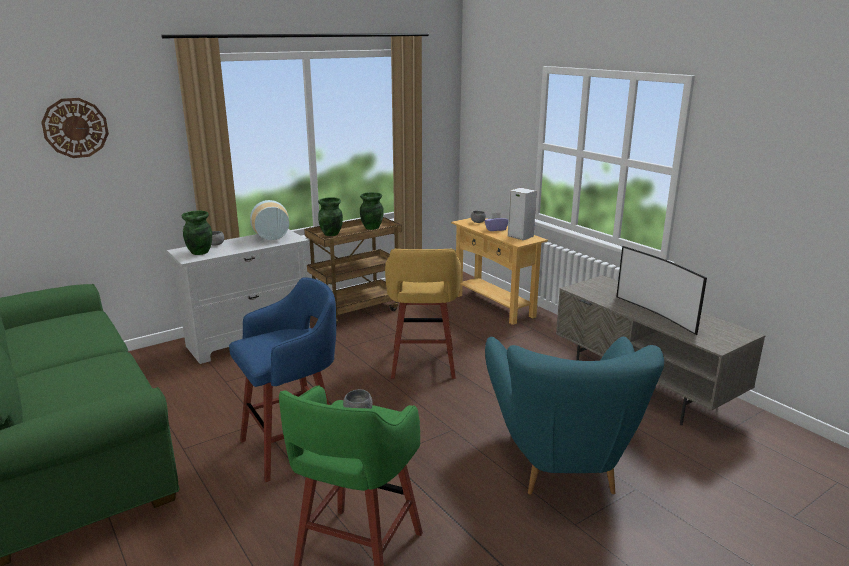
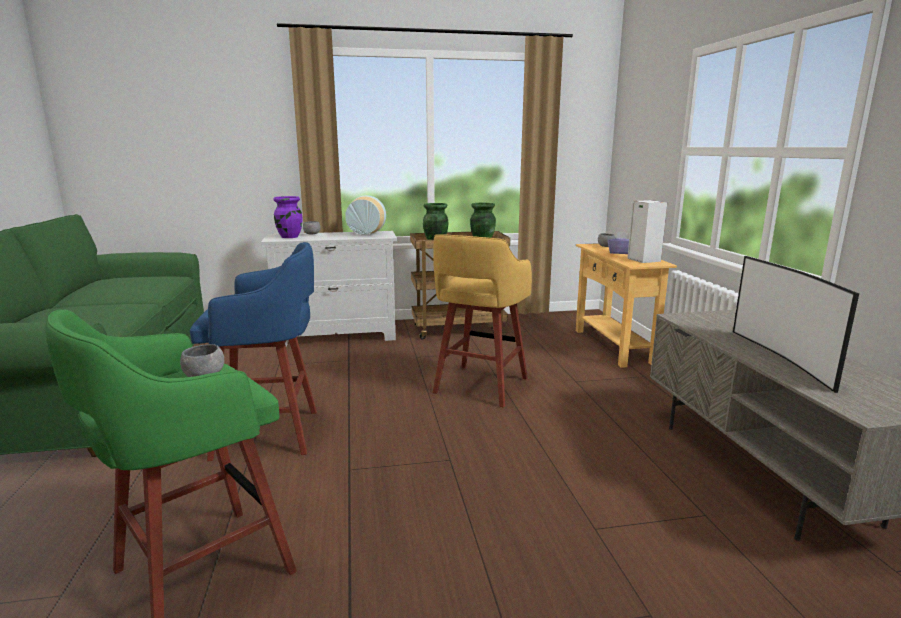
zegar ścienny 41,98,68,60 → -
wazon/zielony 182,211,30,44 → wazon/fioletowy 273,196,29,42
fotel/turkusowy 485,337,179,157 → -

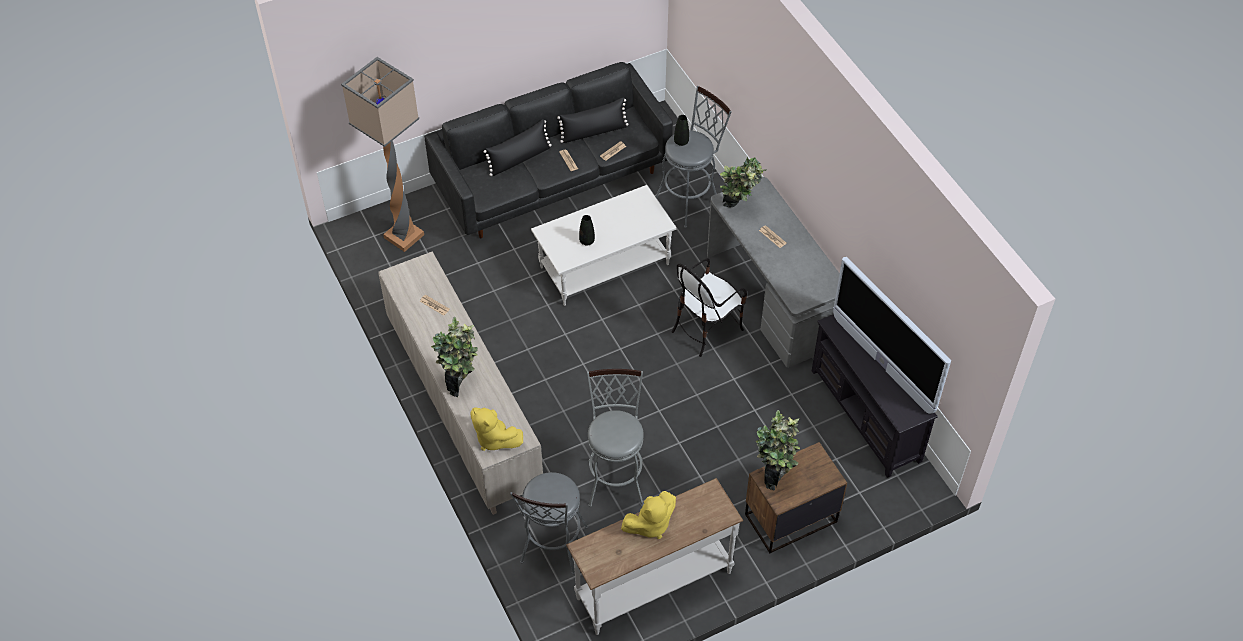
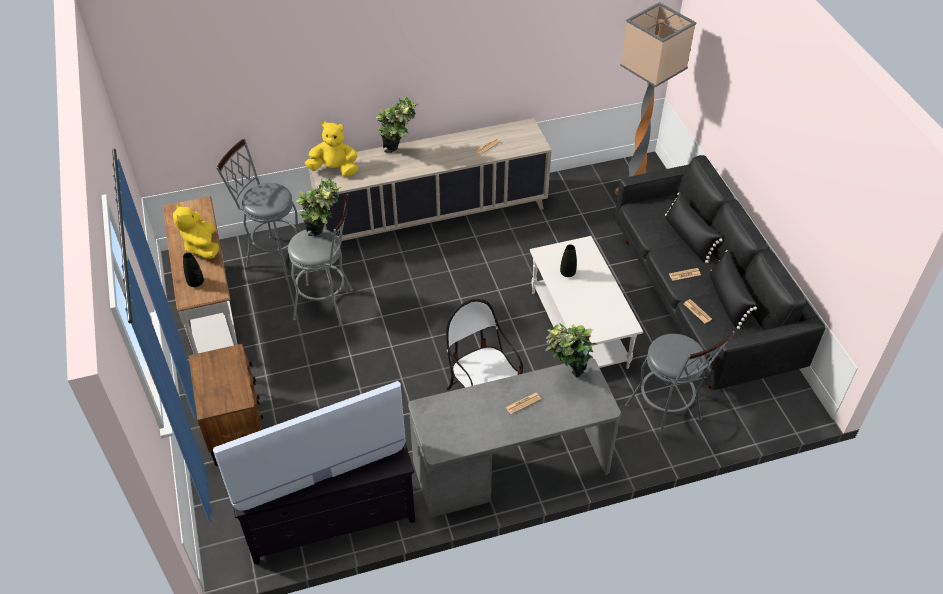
pluszak/żółty 470,407,53,44 → pluszak/żółty 305,121,53,56, 45 degrees clockwise
wazon/czarny 674,115,15,31 → wazon/czarny 183,253,21,34, relocated
roślina doniczkowa 756,410,44,81 → roślina doniczkowa 296,178,45,58, relocated

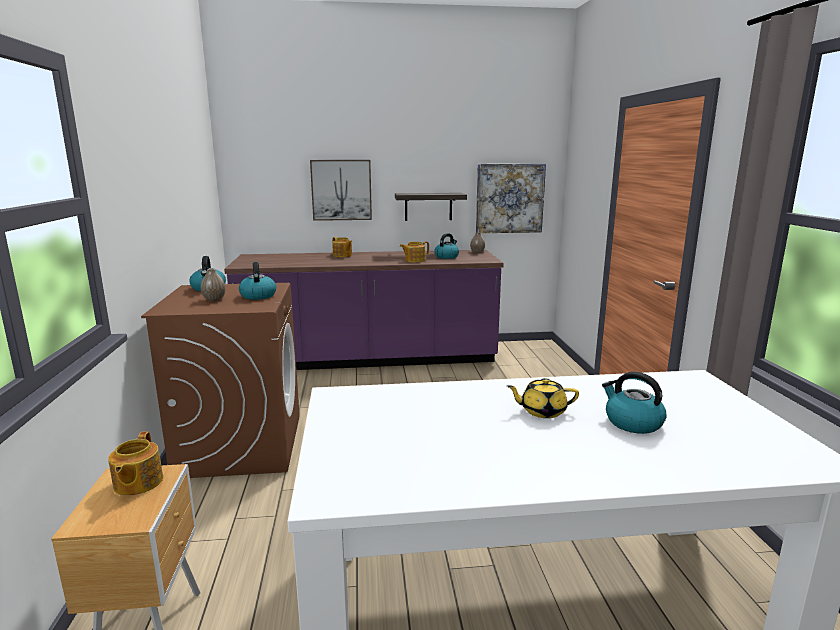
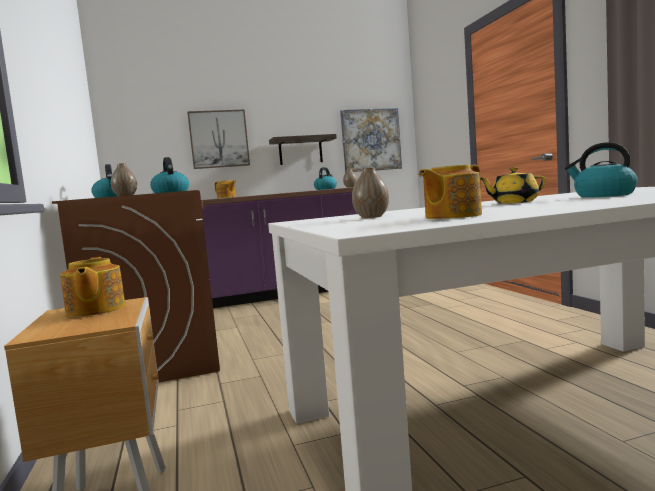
imbryk 400,242,29,21 → imbryk 419,165,63,54, relocated
- → wazon 352,168,37,50

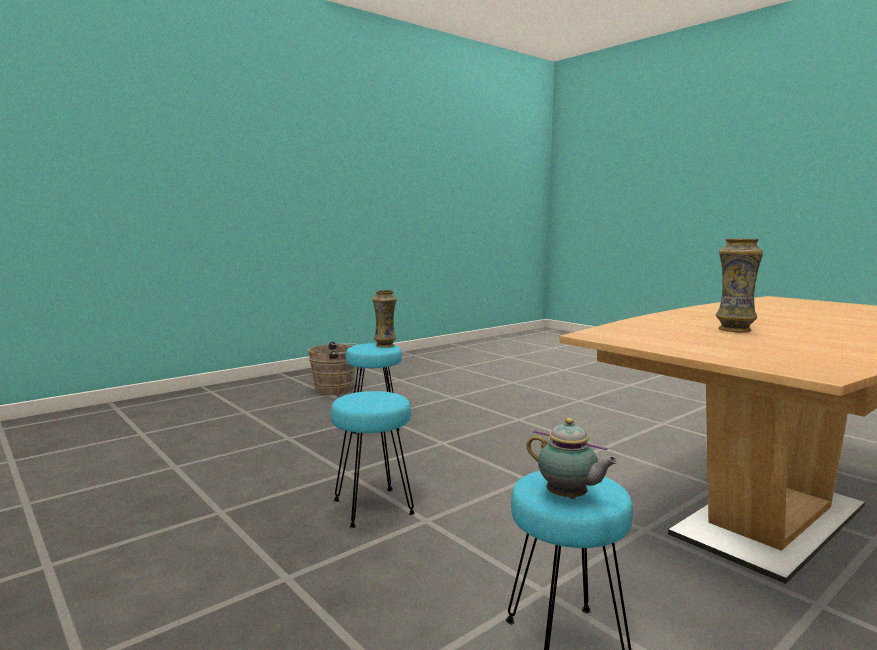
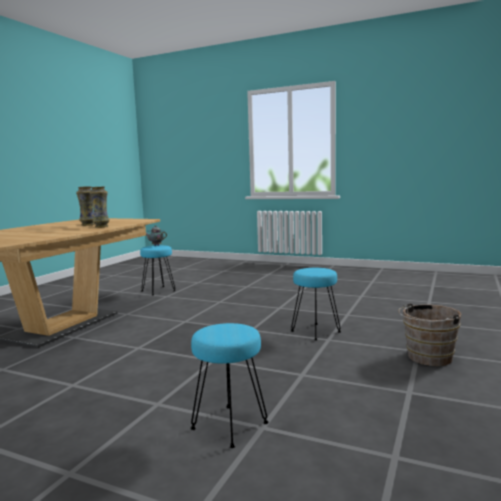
stołek/turkusowy 331,391,84,137 → stołek/turkusowy 191,323,78,125, relocated
wazon 372,290,25,58 → wazon 89,187,21,41, relocated

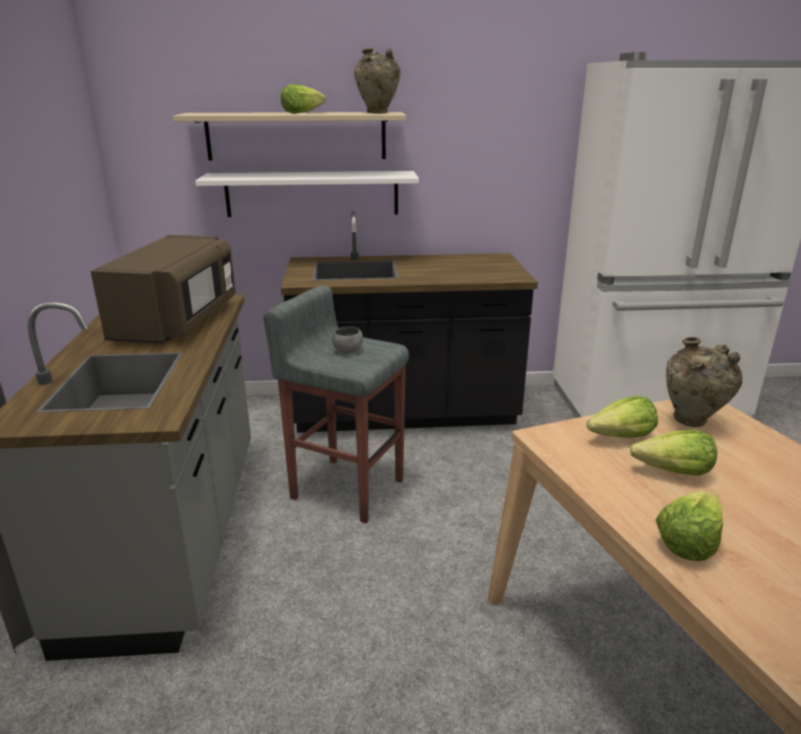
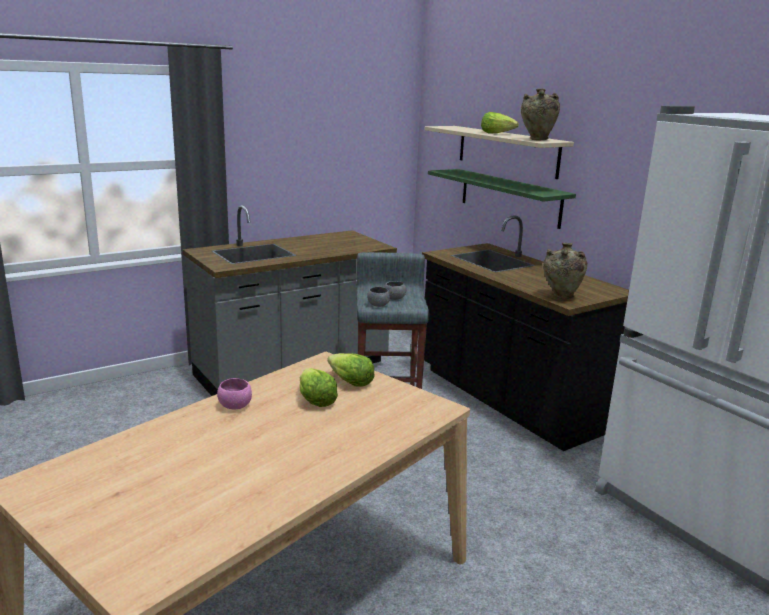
mikrofalówka/brązowy 91,235,145,108 → -
półka/biały 195,171,224,46 → półka/zielony 428,169,148,60
sałata 656,491,67,70 → miska/różowy 217,378,35,31
wazon/beżowy 666,337,76,90 → wazon/beżowy 543,243,45,57, relocated
- → miska/szary 367,287,23,20

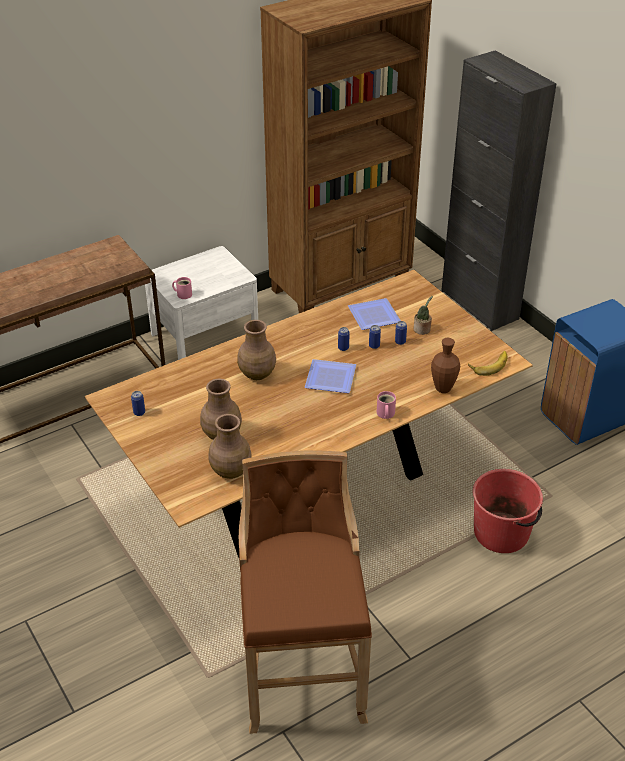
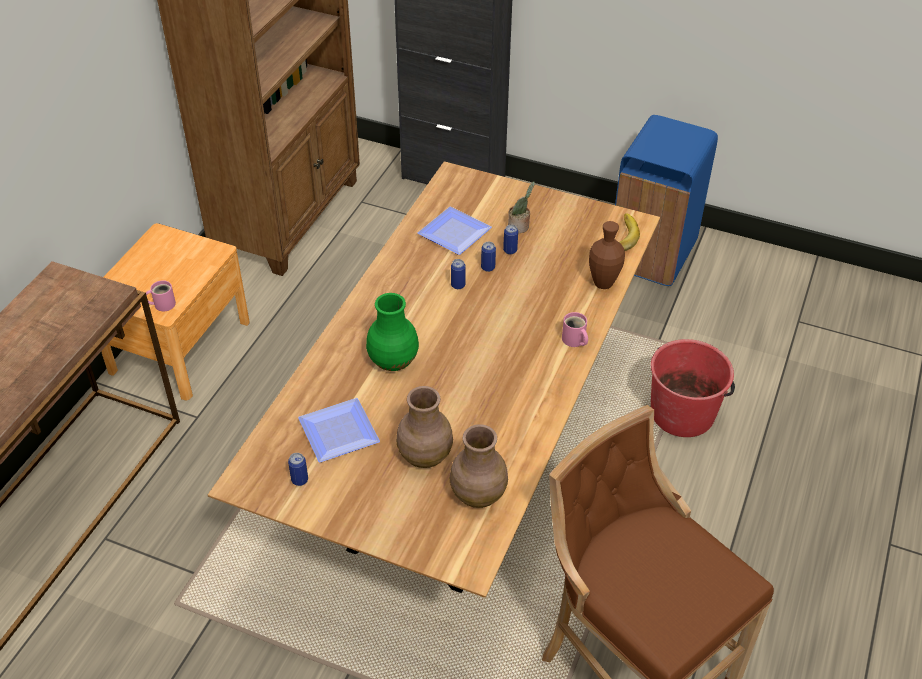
szafka nocna/biały 145,246,113,114 → szafka nocna/brązowy 101,223,149,177
wazon/brązowy 237,320,39,60 → wazon/zielony 366,293,53,78
talerz 305,359,51,34 → talerz 298,398,82,64, relocated

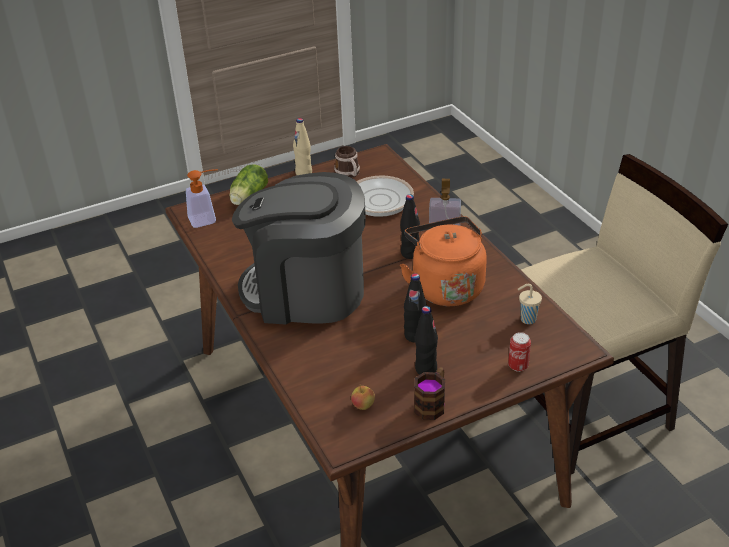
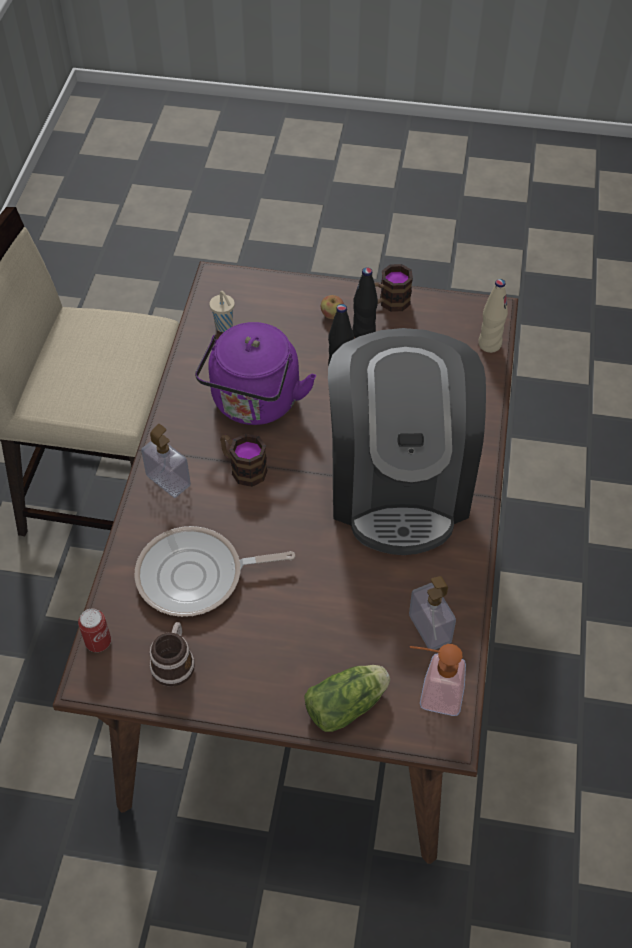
ekspres do kawy 232,172,134,153 → ekspres do kawy 328,328,158,227, 45 degrees clockwise
butelka/beżowy 293,118,19,57 → butelka/beżowy 479,279,29,74, relocated
jabłko 351,385,24,25 → jabłko 321,295,23,24, relocated
butelka/czarny 400,194,20,65 → kubek 220,434,48,53
czajnik/pomarańczowy 400,216,87,90 → czajnik/fioletowy 195,322,121,103
puszka 508,332,23,40 → puszka 78,609,33,43, relocated
- → dozownik mydła 409,576,47,74

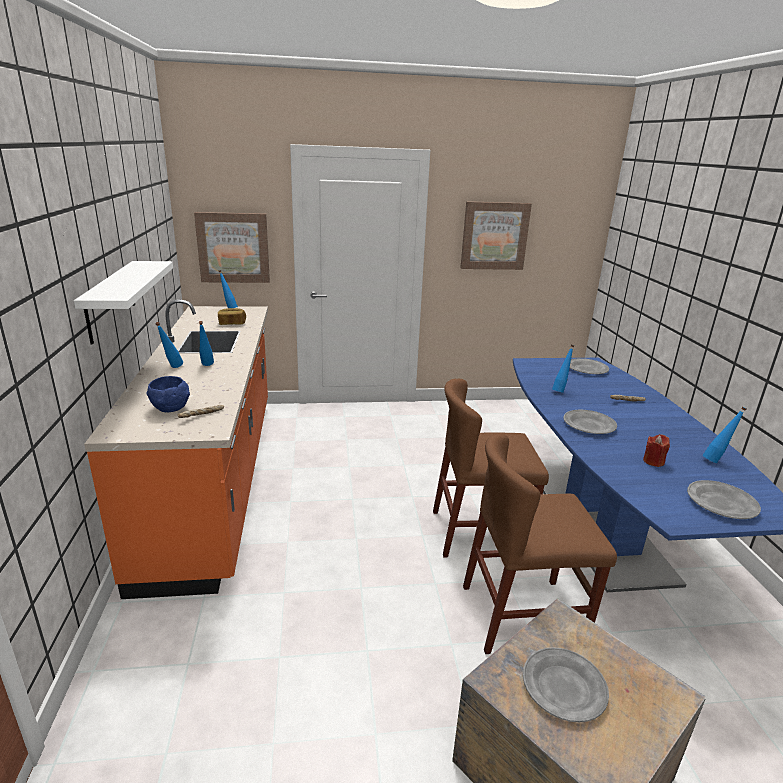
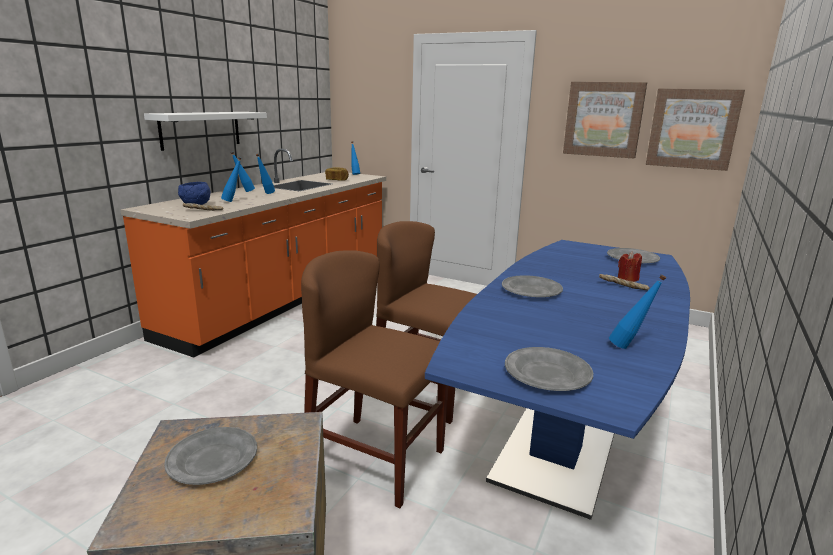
obraz 194,212,76,71 → obraz 646,89,99,82, relocated
butelka/niebieski 552,345,22,48 → butelka/niebieski 221,157,21,45, relocated
świeca/czerwony 643,434,27,33 → świeca/czerwony 617,252,25,30, relocated

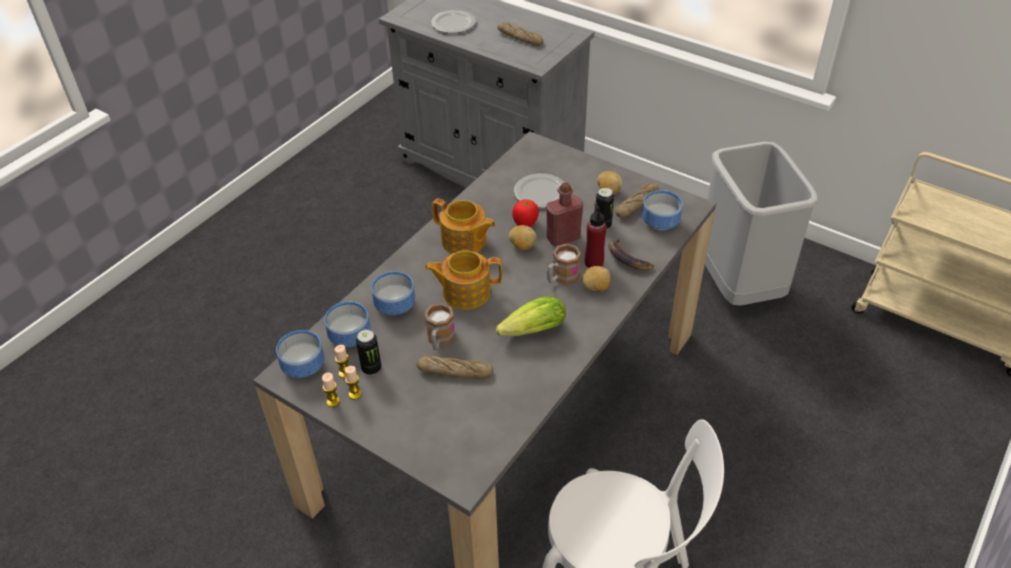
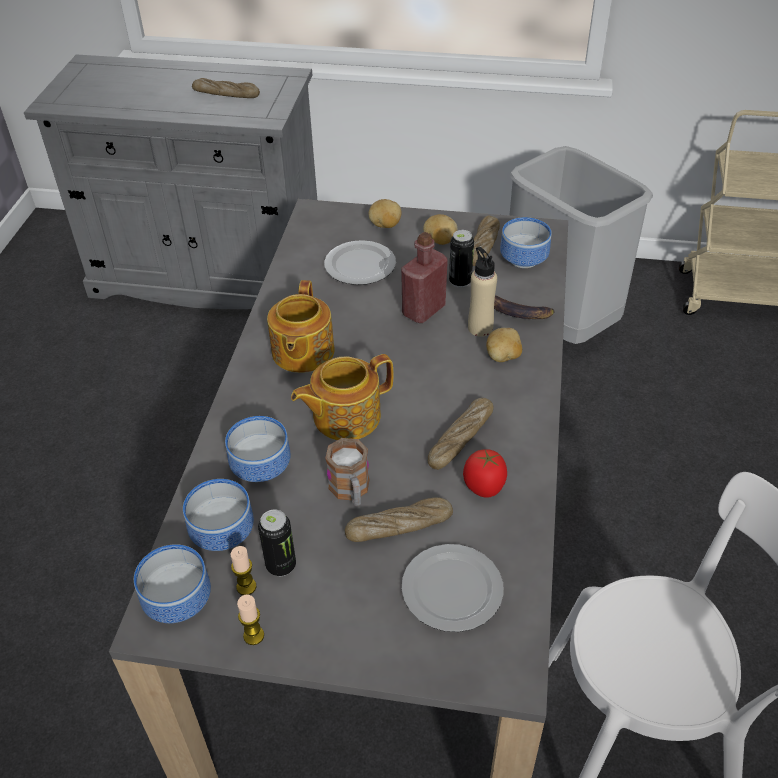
świeca 345,366,17,34 → -
talerz 431,10,45,23 → talerz 402,544,102,88, relocated
imbryk 432,198,64,56 → imbryk 267,280,68,93, 90 degrees clockwise
sałata 496,296,70,40 → chleb 428,398,65,72
ziemniak 509,225,27,25 → ziemniak 369,199,32,29, relocated
pomidor 512,199,27,28 → pomidor 463,449,44,49, relocated
kubek 547,244,34,41 → -
butelka/czerwony 585,204,22,64 → butelka/beżowy 468,247,29,90

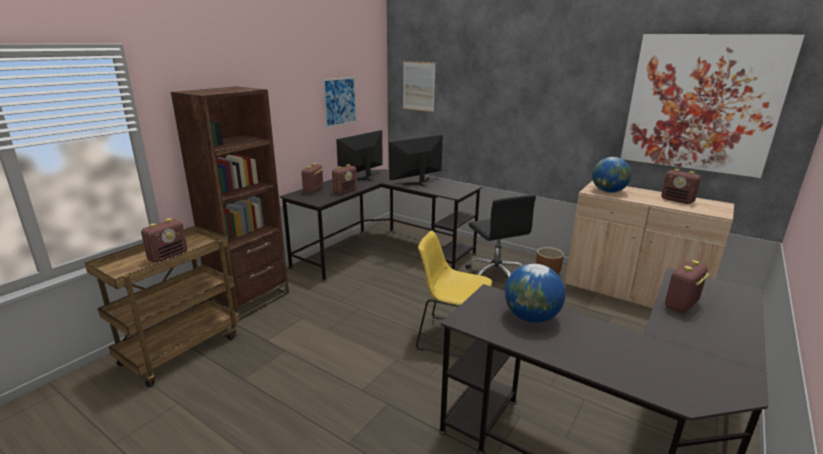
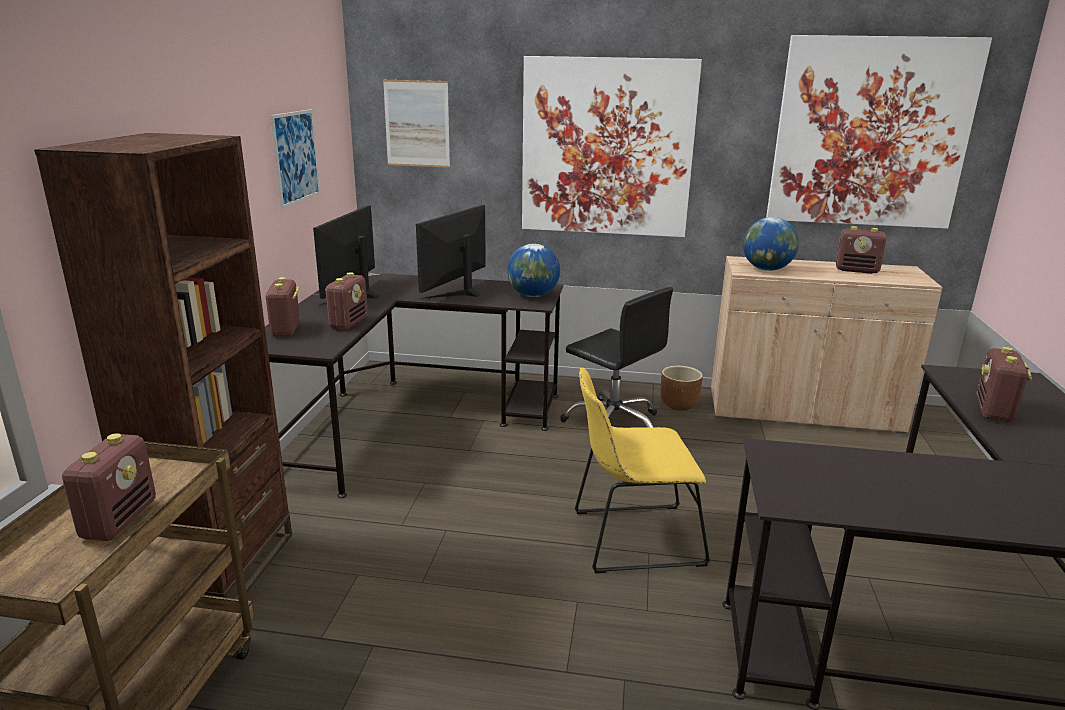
globus 505,264,60,59 → globus 507,244,53,53, relocated
- → obraz 522,56,180,181

